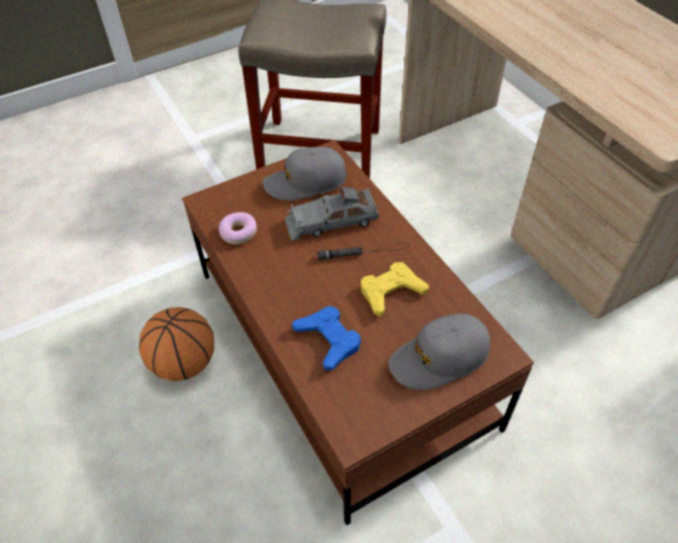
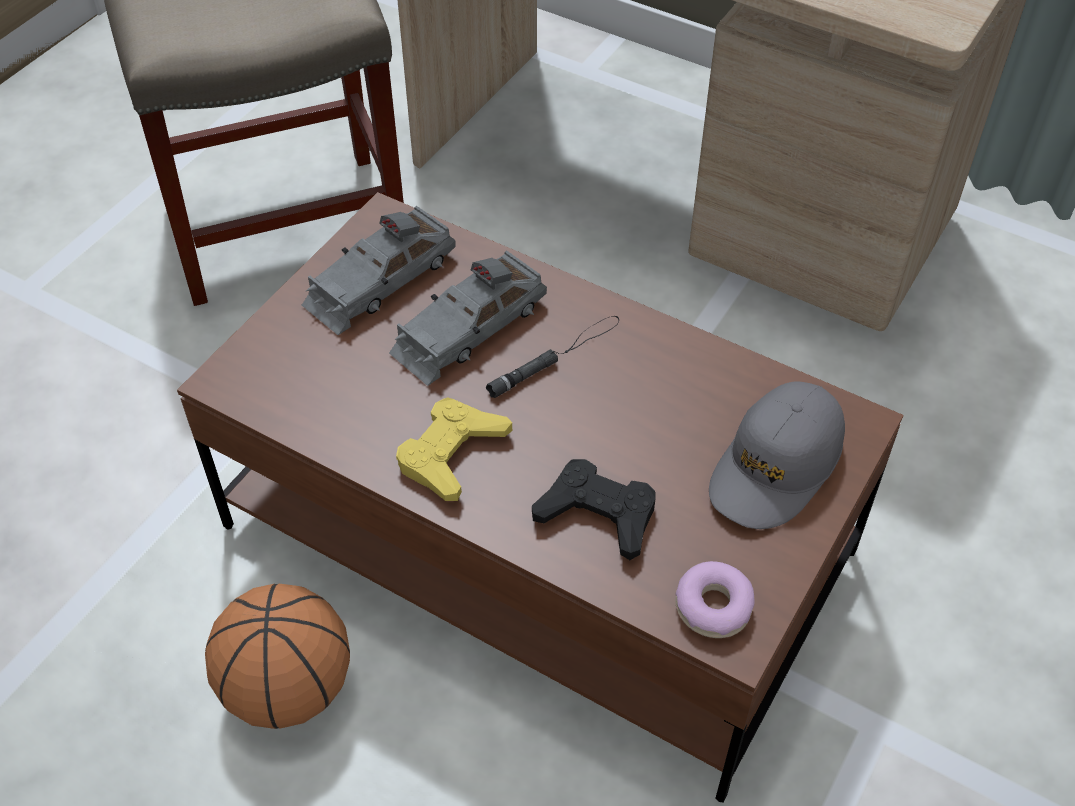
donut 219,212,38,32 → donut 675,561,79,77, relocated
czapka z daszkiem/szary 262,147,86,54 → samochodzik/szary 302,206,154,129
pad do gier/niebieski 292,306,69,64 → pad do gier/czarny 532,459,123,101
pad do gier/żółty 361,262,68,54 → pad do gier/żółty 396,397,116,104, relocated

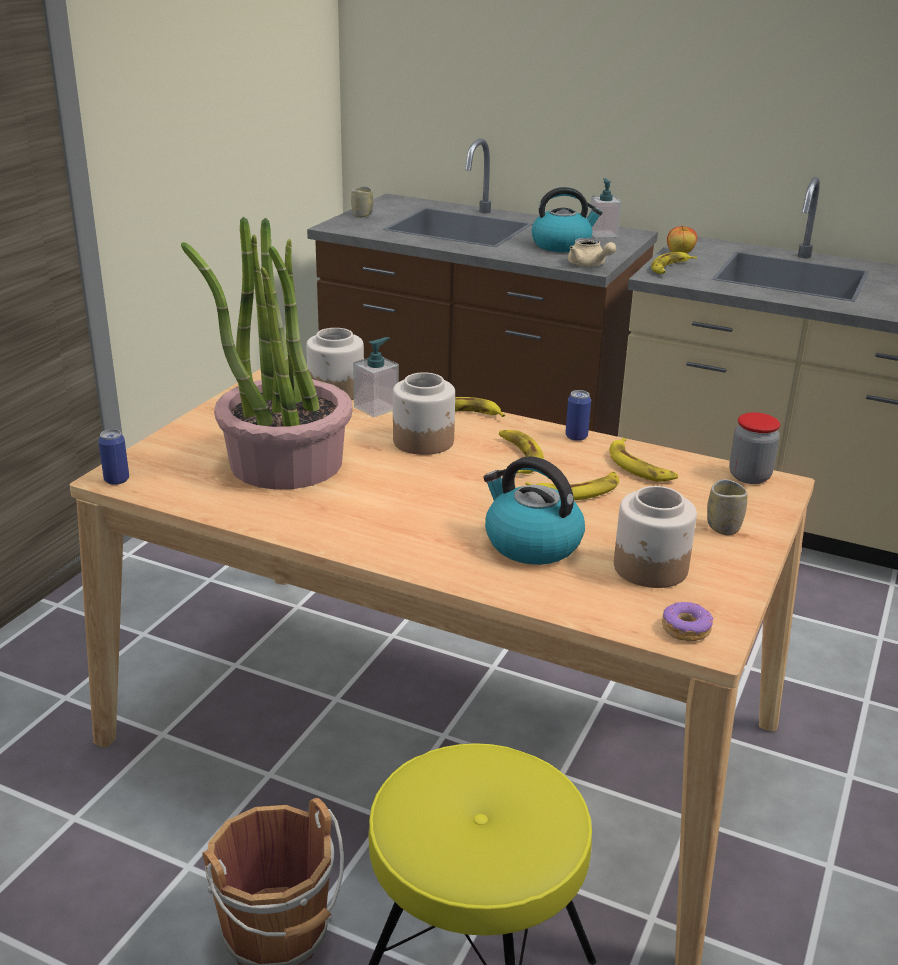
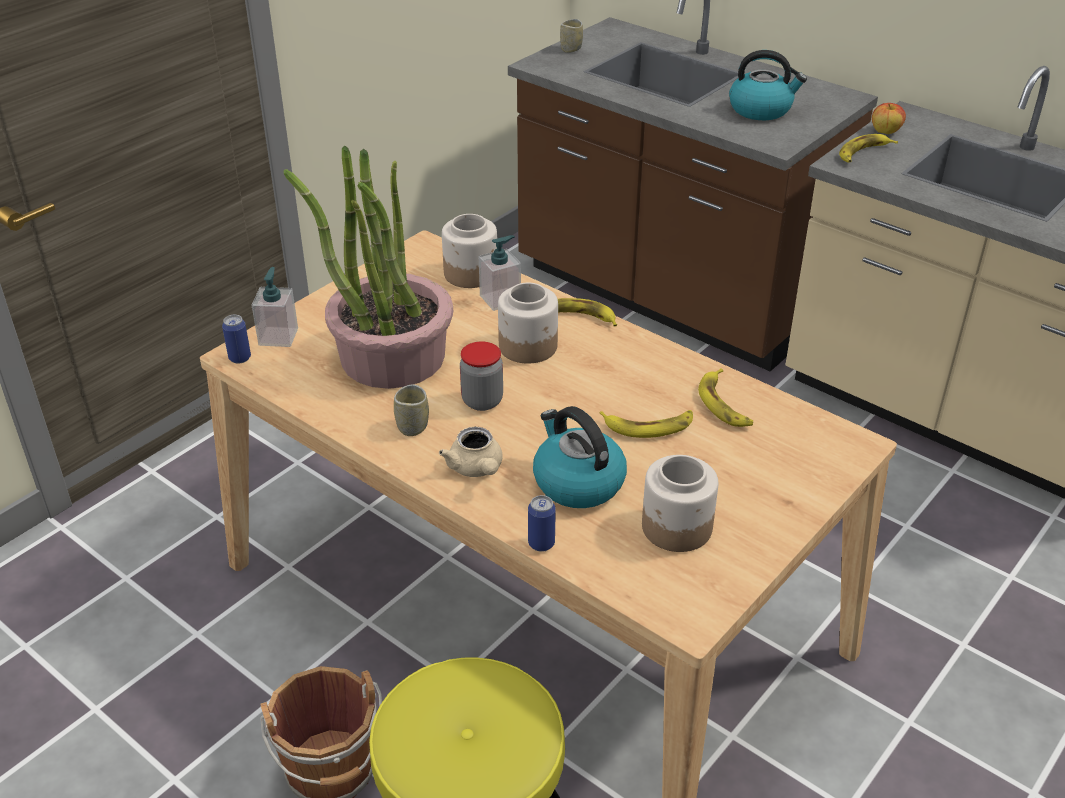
banan 499,430,45,44 → -
puszka 565,390,26,51 → puszka 528,495,28,57, relocated
imbryk/beżowy 568,238,48,29 → imbryk/beżowy 439,427,64,50, relocated
dozownik mydła 590,178,31,60 → dozownik mydła 252,267,46,80, relocated
donut 662,602,52,39 → -
filiżanka 707,479,41,56 → filiżanka 394,384,35,52, relocated
słoik 729,412,51,72 → słoik 460,342,43,69, relocated

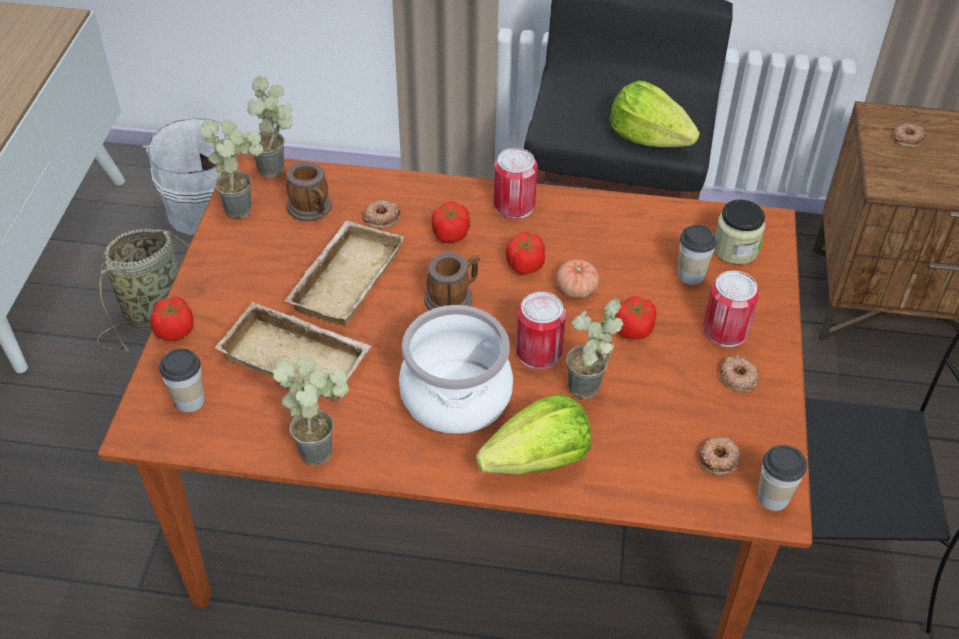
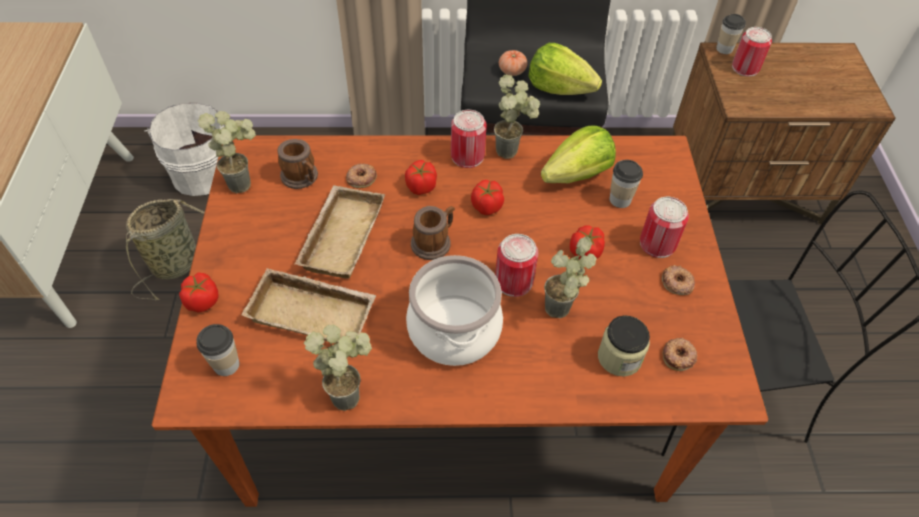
roślina doniczkowa 248,76,45,102 → roślina doniczkowa 494,74,46,85, relocated
sałata 476,394,115,81 → sałata 541,125,75,58, relocated
pomidor 556,260,43,38 → pomidor 499,50,29,26, relocated
słoik 714,199,52,66 → słoik 598,315,52,62, relocated
filiżanka 757,445,50,66 → filiżanka 716,14,30,40, relocated
donut 893,123,33,24 → puszka 732,27,40,50

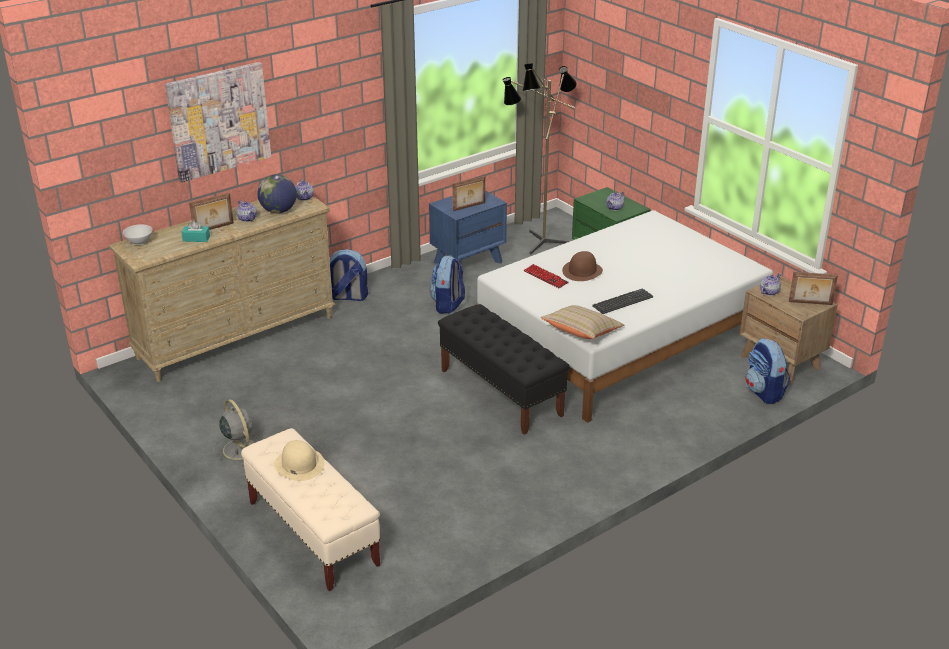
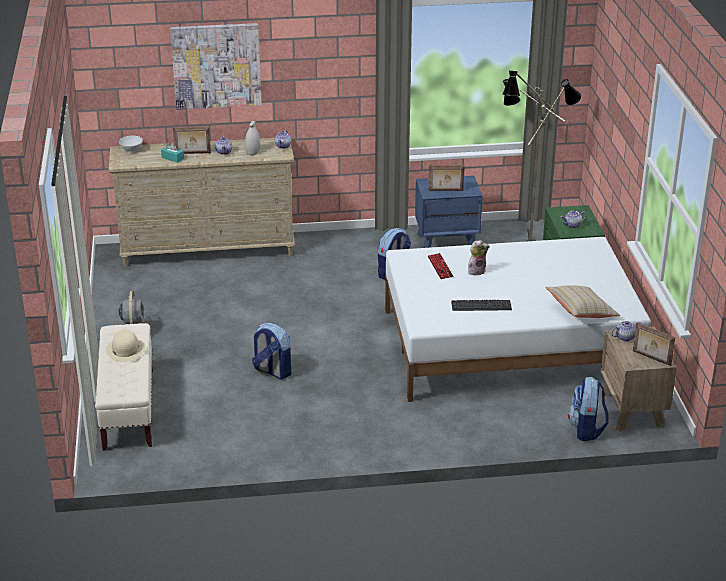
globus 257,174,40,39 → wazon/biały 245,121,15,34
plecak 330,249,38,52 → plecak 252,323,39,56, relocated
ławka/czarny 438,304,132,131 → -
poduszka/beżowy 540,305,84,34 → poduszka/beżowy 545,285,76,33, relocated
kapelusz/brązowy 562,251,41,30 → pluszak 468,240,22,35

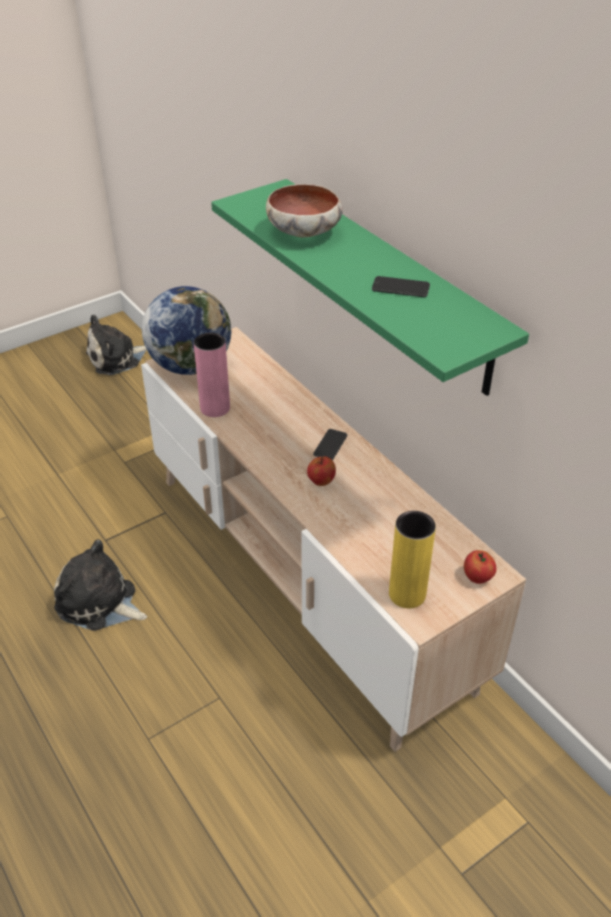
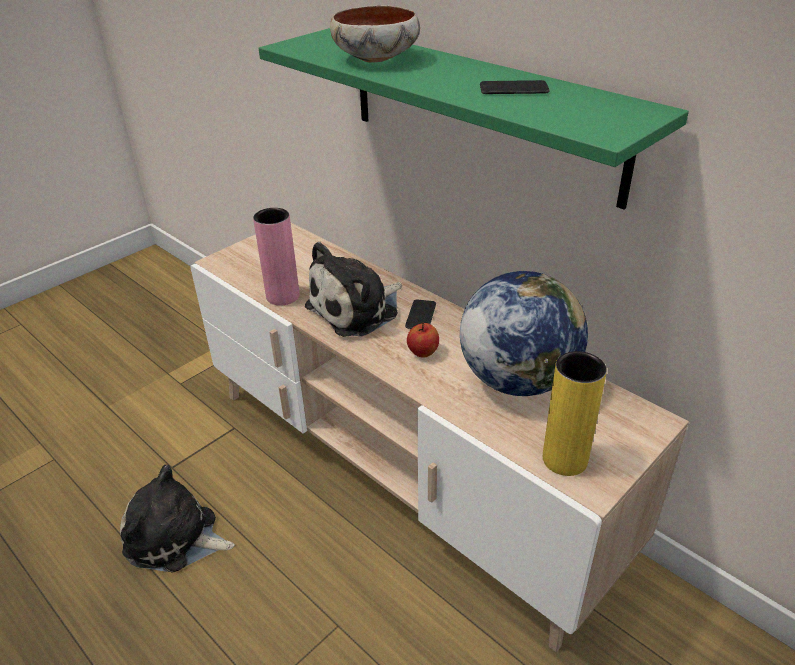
pluszak 86,314,61,61 → pluszak 305,242,97,95, relocated
globus 142,286,89,89 → globus 460,271,128,125, relocated
jabłko 464,550,32,34 → -

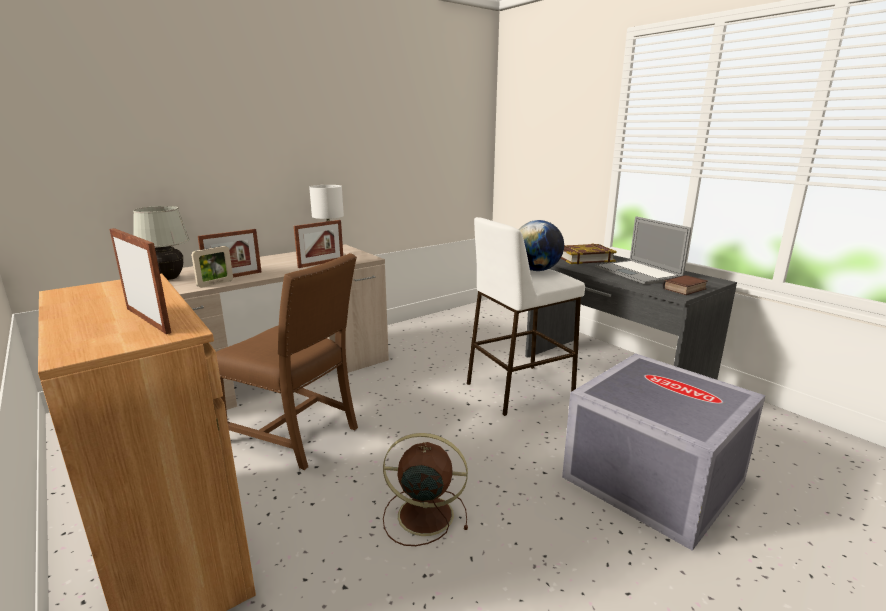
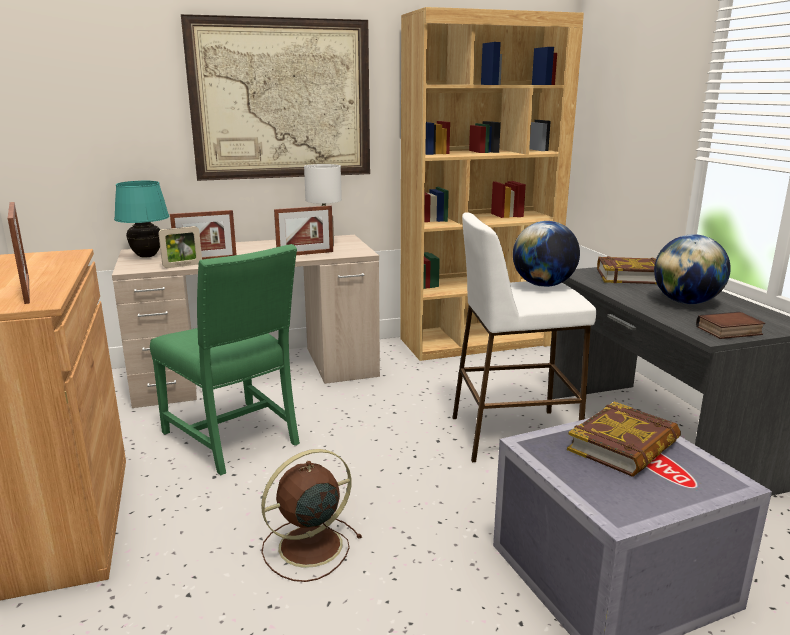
lampa stołowa/biały 133,206,57,74 → lampa stołowa/turkusowy 114,181,55,77
krzesło/brązowy 216,253,142,217 → krzesło/zielony 150,244,150,232
wentylator/brązowy 383,433,85,113 → wentylator/brązowy 261,449,101,133, 60 degrees counterclockwise
laptop 595,216,96,69 → globus 654,234,77,70
- → obraz 181,14,189,167
- → regał/brązowy 400,7,184,354
- → książka 567,402,114,75

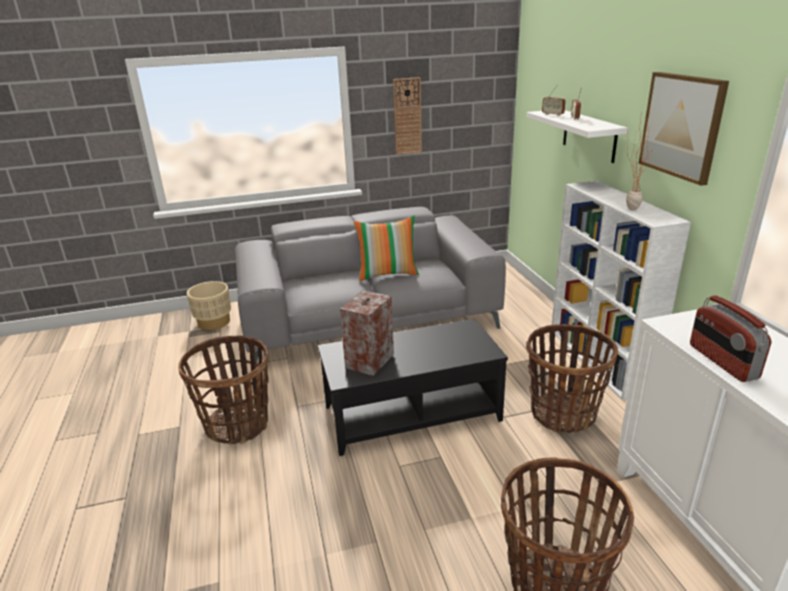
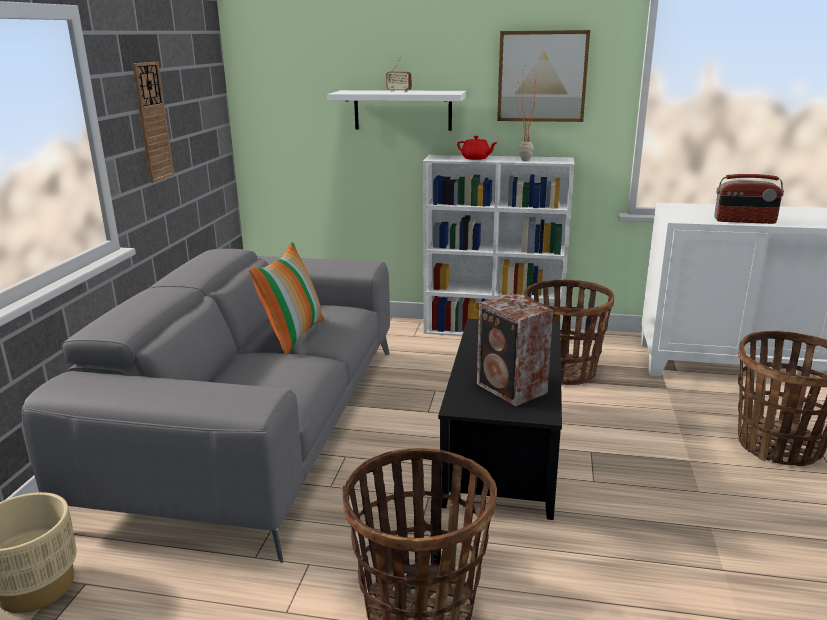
radio 542,85,24,31 → -
- → imbryk/czerwony 457,136,41,24

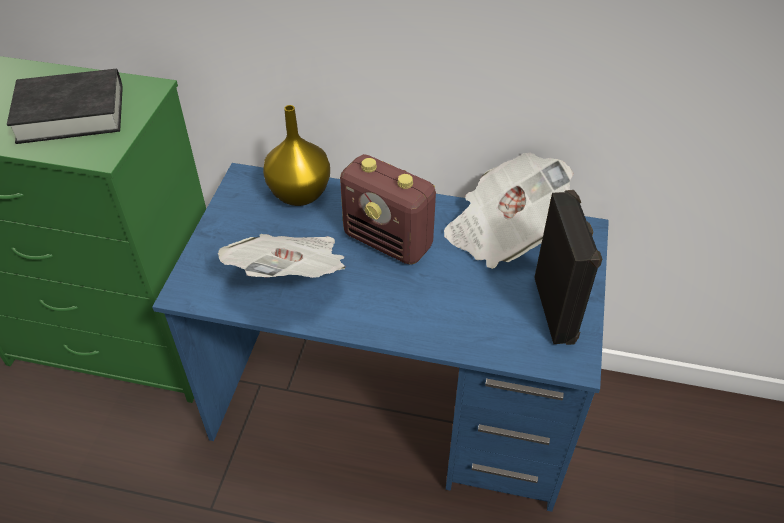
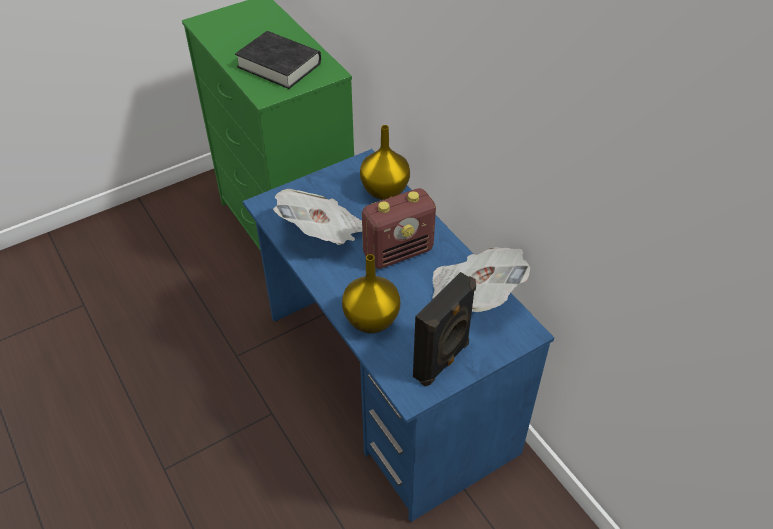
radio 340,154,96,111 → radio 362,188,74,81, 105 degrees counterclockwise
- → wazon/żółty 342,254,58,79

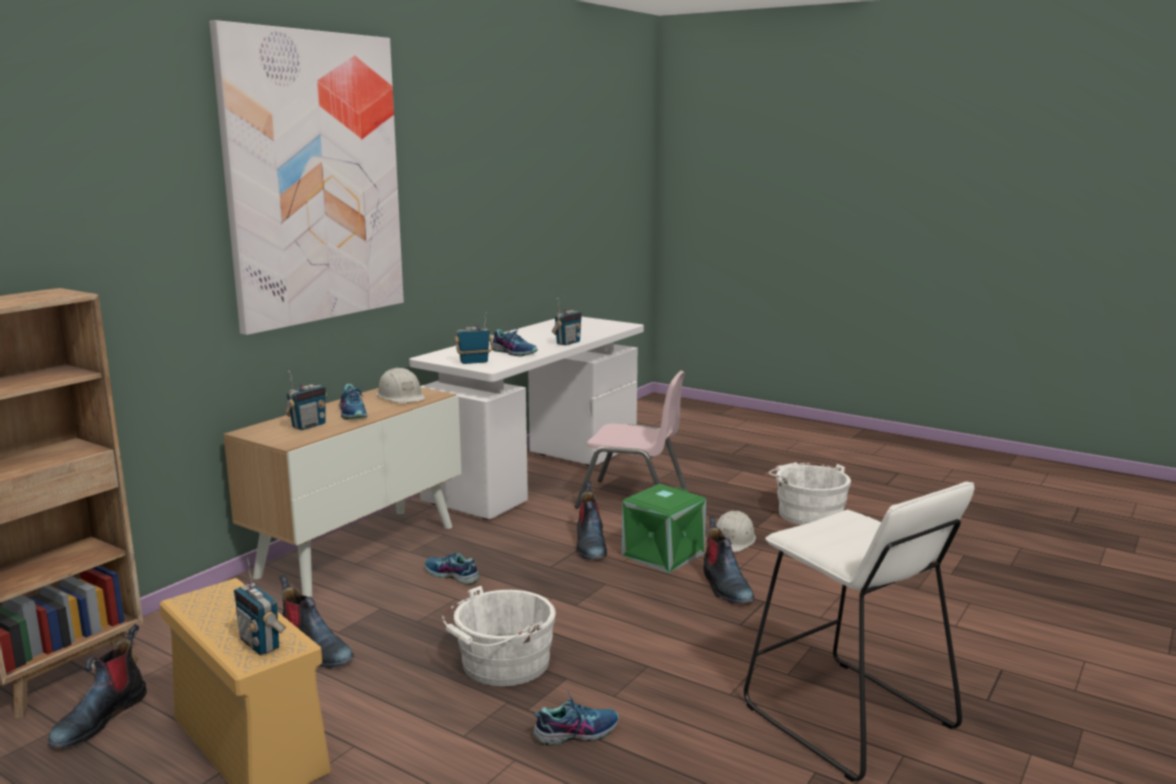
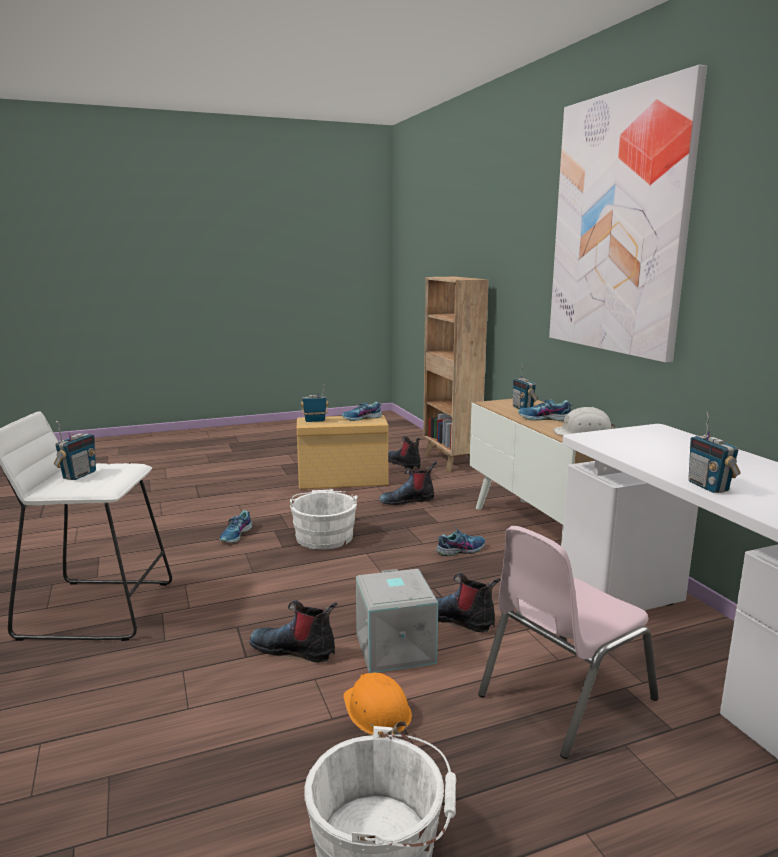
radio 454,312,39,52 → radio 54,421,42,59, relocated
but 492,327,45,30 → but 342,402,40,19, relocated
pojemnik do przechowywania/zielony 622,484,84,89 → pojemnik do przechowywania/szary 356,569,82,104
kask/biały 716,511,40,41 → kask/pomarańczowy 343,673,69,65

